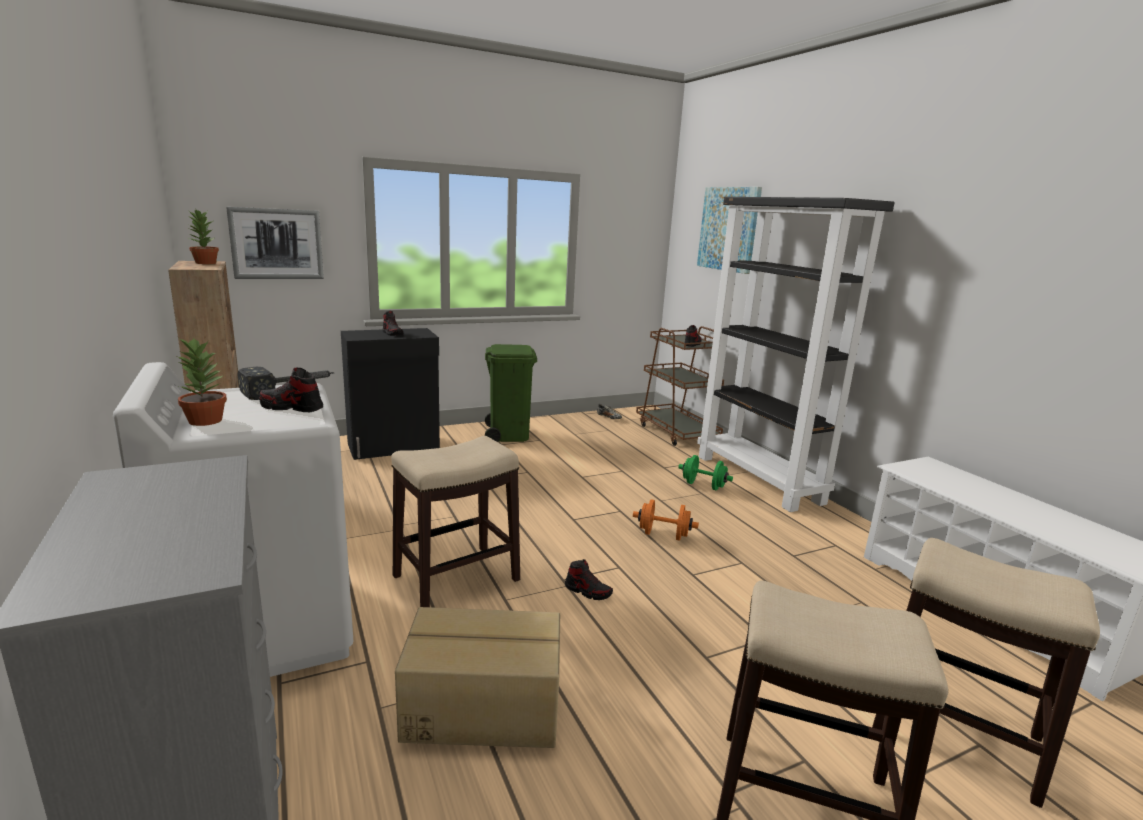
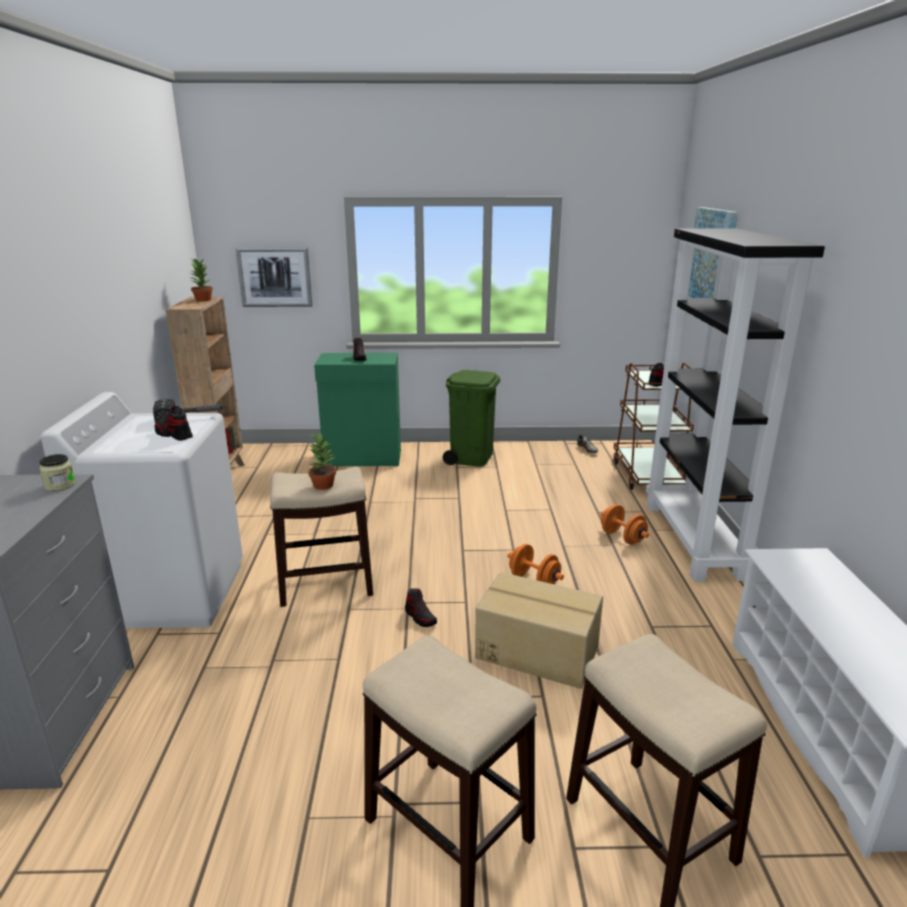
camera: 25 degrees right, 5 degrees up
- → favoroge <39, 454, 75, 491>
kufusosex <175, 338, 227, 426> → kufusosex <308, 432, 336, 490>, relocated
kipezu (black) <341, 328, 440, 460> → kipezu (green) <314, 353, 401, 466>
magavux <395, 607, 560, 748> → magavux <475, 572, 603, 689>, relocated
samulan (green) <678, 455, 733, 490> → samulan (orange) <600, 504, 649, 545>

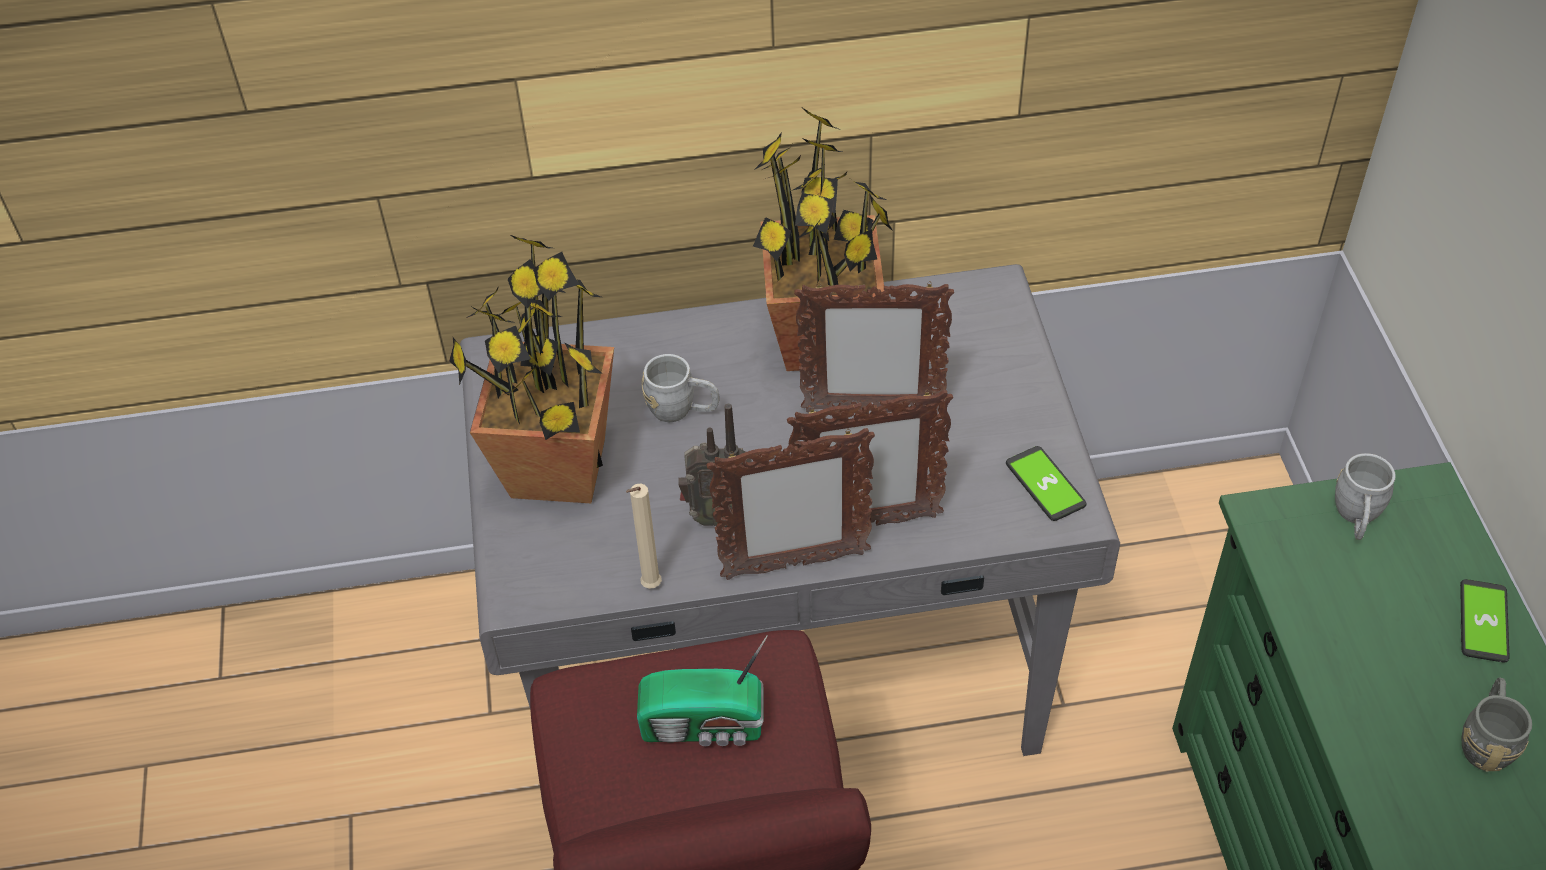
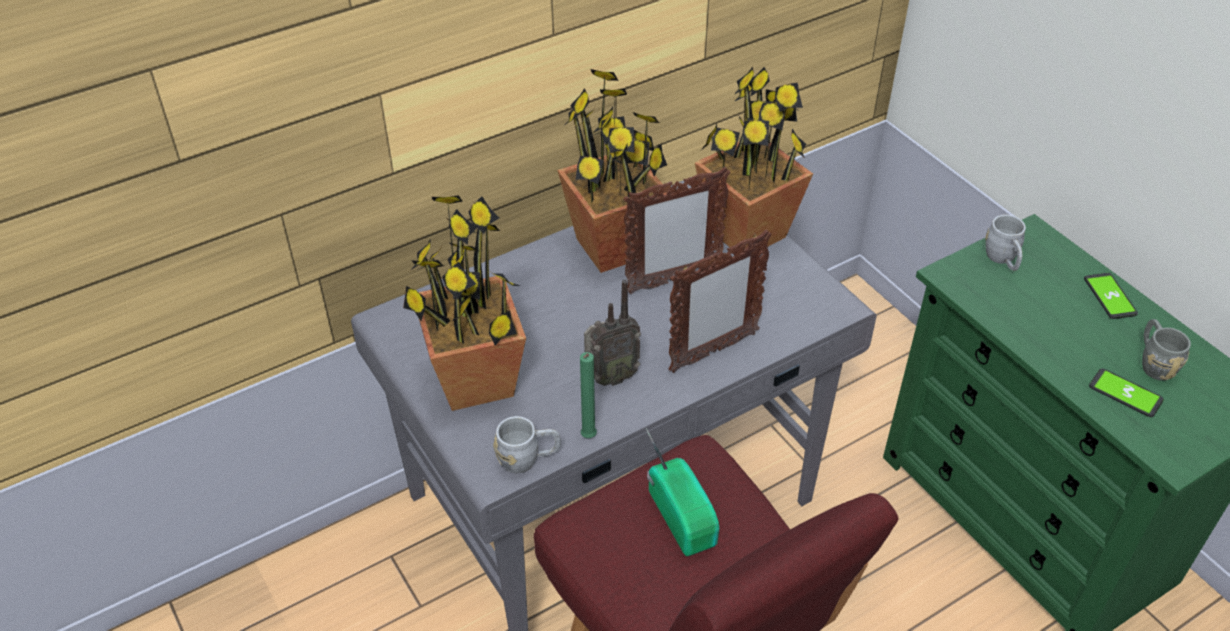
camera: 25 degrees left, 5 degrees down
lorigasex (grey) <641, 354, 719, 422> → lorigasex (grey) <493, 416, 561, 473>, relocated
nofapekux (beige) <626, 484, 662, 589> → nofapekux (green) <580, 352, 597, 438>
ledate <637, 635, 768, 746> → ledate <646, 428, 719, 556>, 90 degrees counterclockwise
- → kufusosex <695, 67, 813, 248>
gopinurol <1006, 446, 1087, 521> → gopinurol <1089, 368, 1164, 417>, relocated
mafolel <707, 428, 875, 580> → -

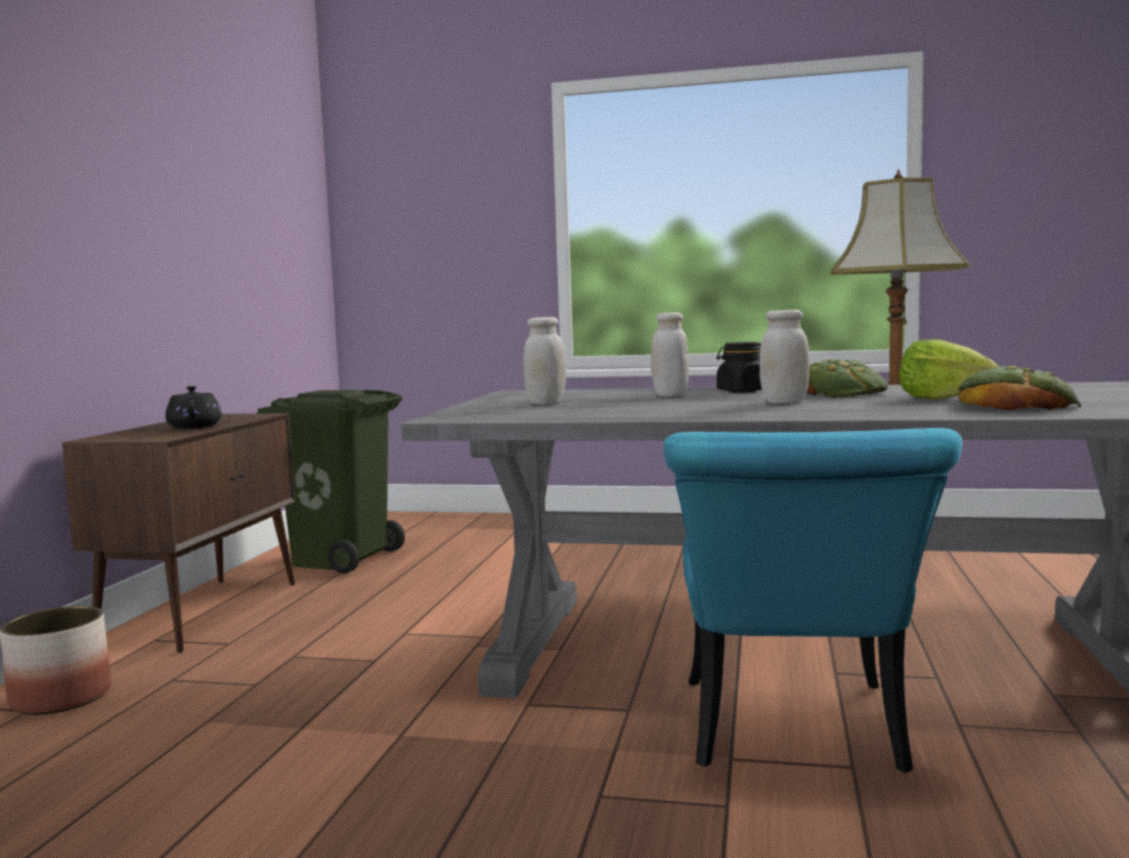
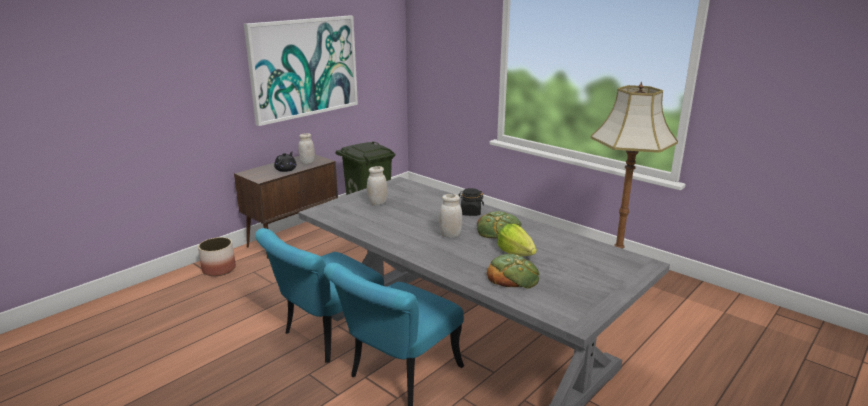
camera: 30 degrees right, 15 degrees up
- → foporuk <244, 15, 358, 126>
- → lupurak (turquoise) <255, 228, 384, 362>
favoroge (white) <651, 312, 689, 396> → favoroge (white) <298, 133, 315, 164>, relocated

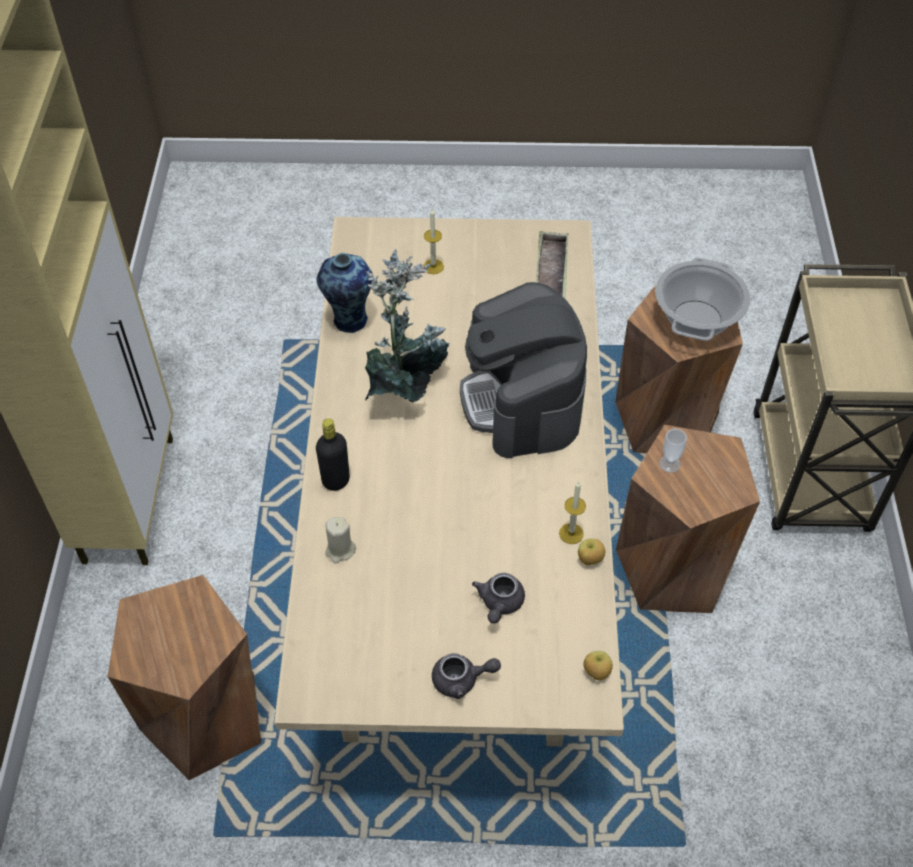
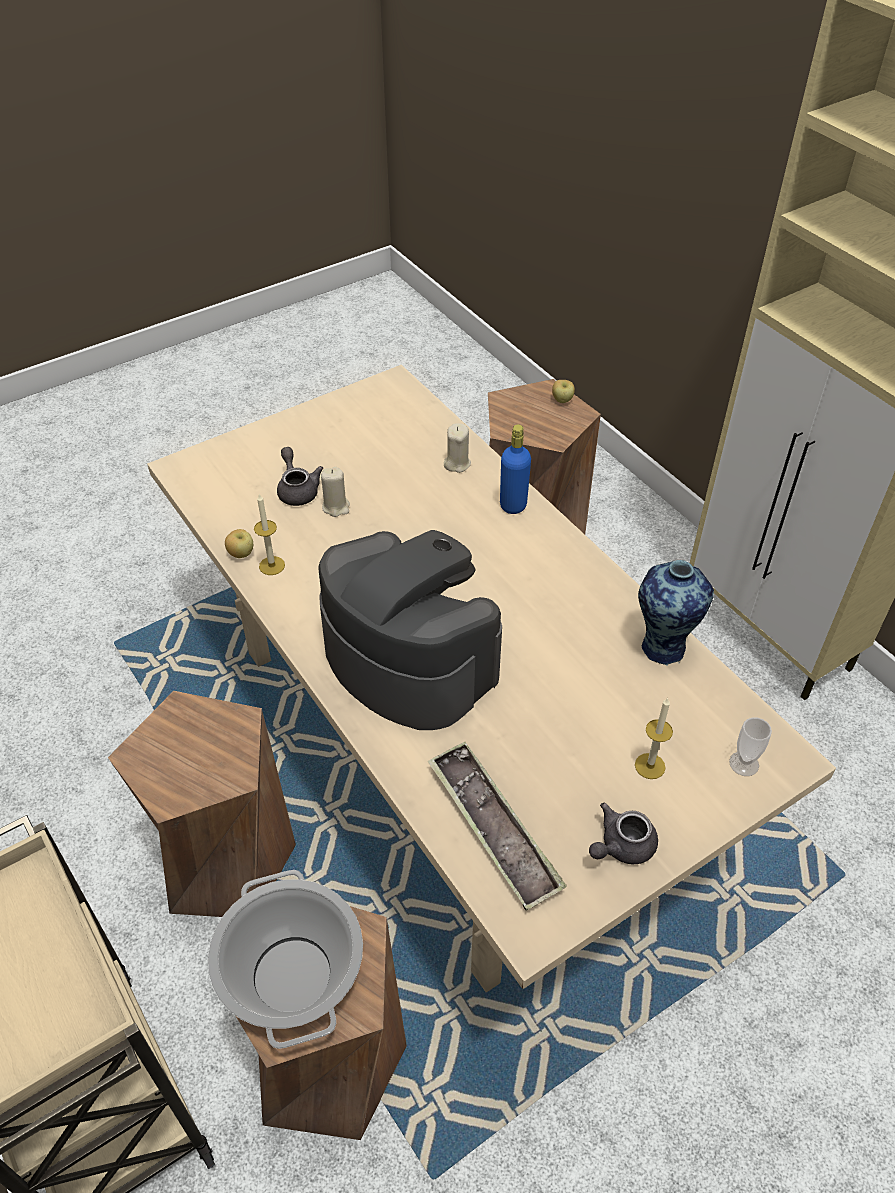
camera: 145 degrees right, 5 degrees down
- → nofapekux (beige) <321, 467, 350, 517>
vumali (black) <316, 418, 350, 491> → vumali (blue) <500, 424, 531, 514>
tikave <583, 651, 613, 680> → tikave <552, 380, 575, 403>, relocated
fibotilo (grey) <432, 653, 501, 699> → fibotilo (grey) <589, 803, 658, 864>, relocated
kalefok <659, 429, 687, 473> → kalefok <729, 717, 772, 776>, relocated
kufusosex <365, 249, 449, 403> → -

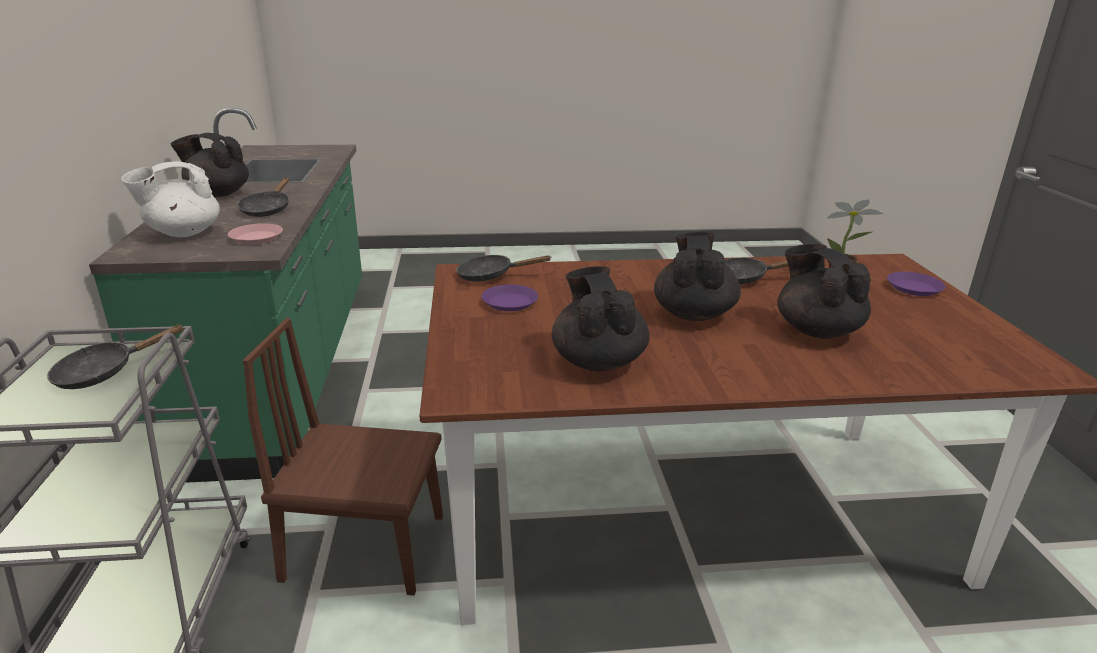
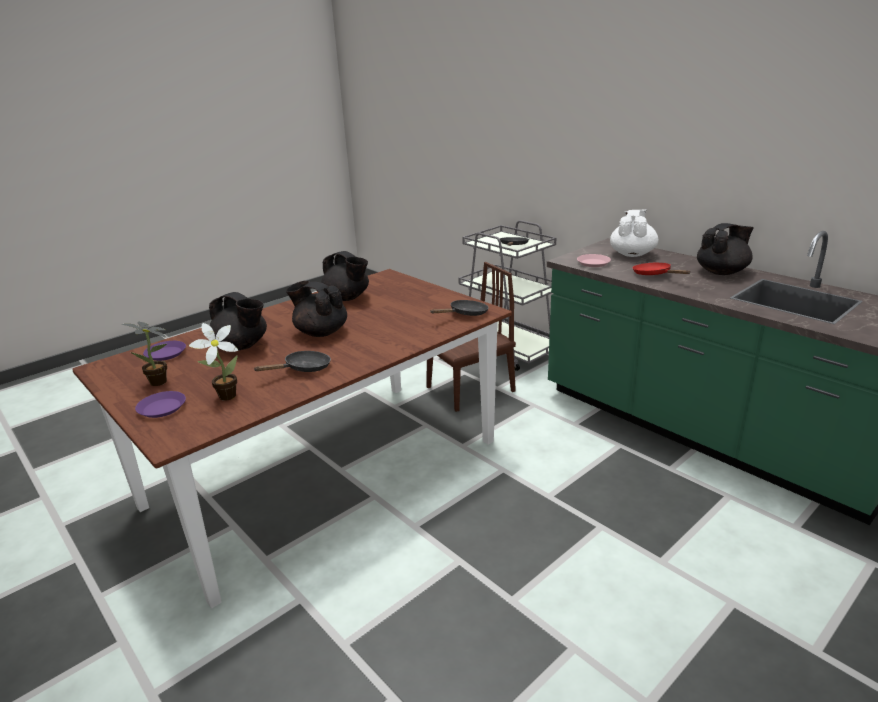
camera: 145 degrees right, 0 degrees up
- → kufusosex <122, 321, 167, 386>
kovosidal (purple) <481, 284, 538, 311> → kovosidal (purple) <143, 341, 186, 361>, relocated
fibotilo (black) <654, 232, 741, 321> → fibotilo (black) <286, 281, 347, 337>, 150 degrees clockwise
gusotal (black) <238, 177, 289, 217> → gusotal (red) <632, 262, 690, 275>

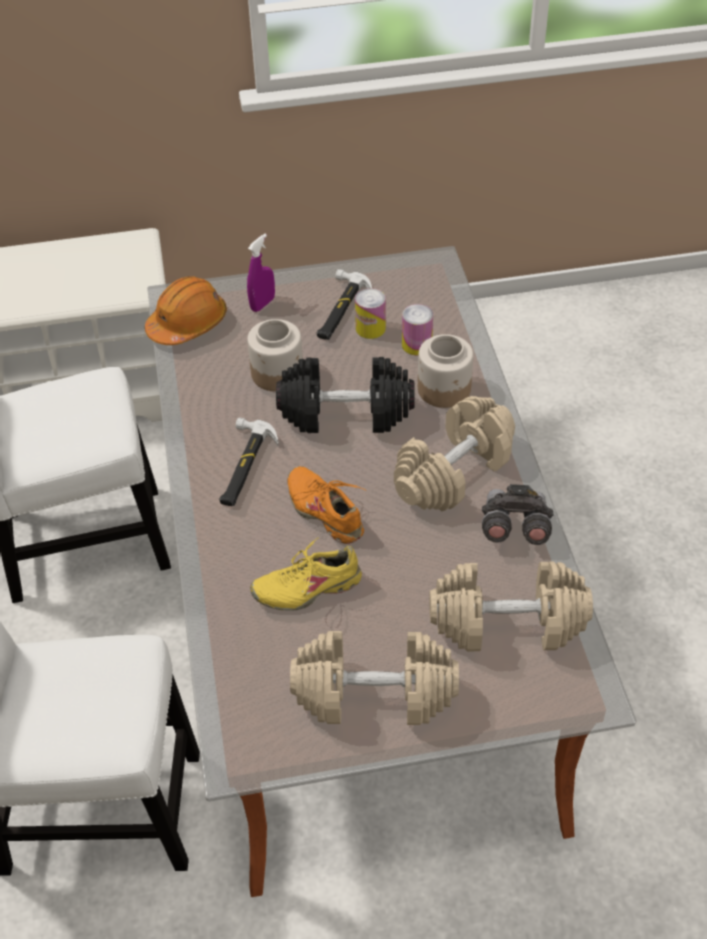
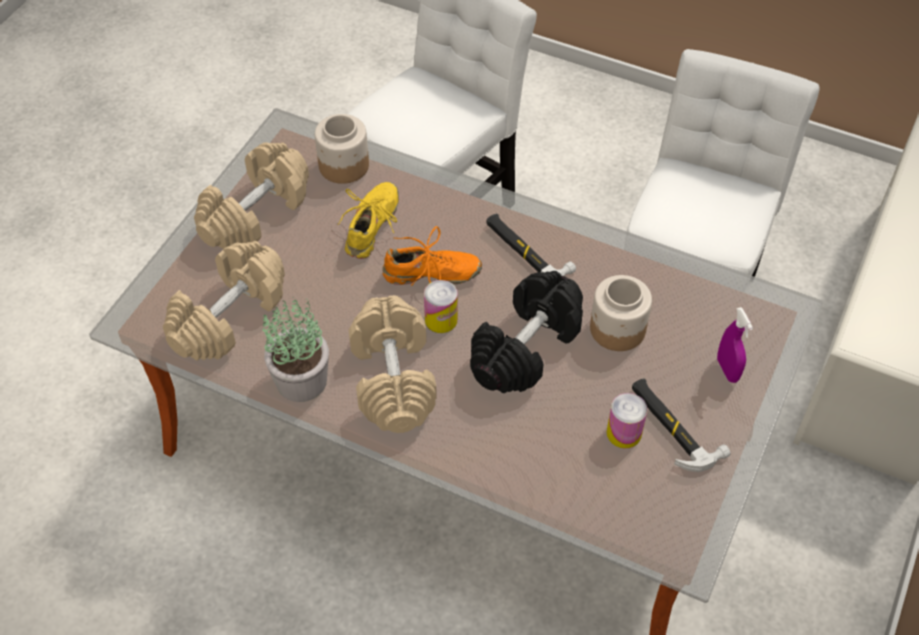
camera: 125 degrees right, 5 degrees up
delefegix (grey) <482, 484, 554, 545> → kufusosex <262, 297, 329, 402>
favoroge <418, 334, 473, 408> → favoroge <315, 114, 369, 184>, relocated
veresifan <402, 304, 433, 355> → veresifan <424, 280, 458, 333>, relocated
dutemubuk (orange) <145, 276, 227, 345> → -

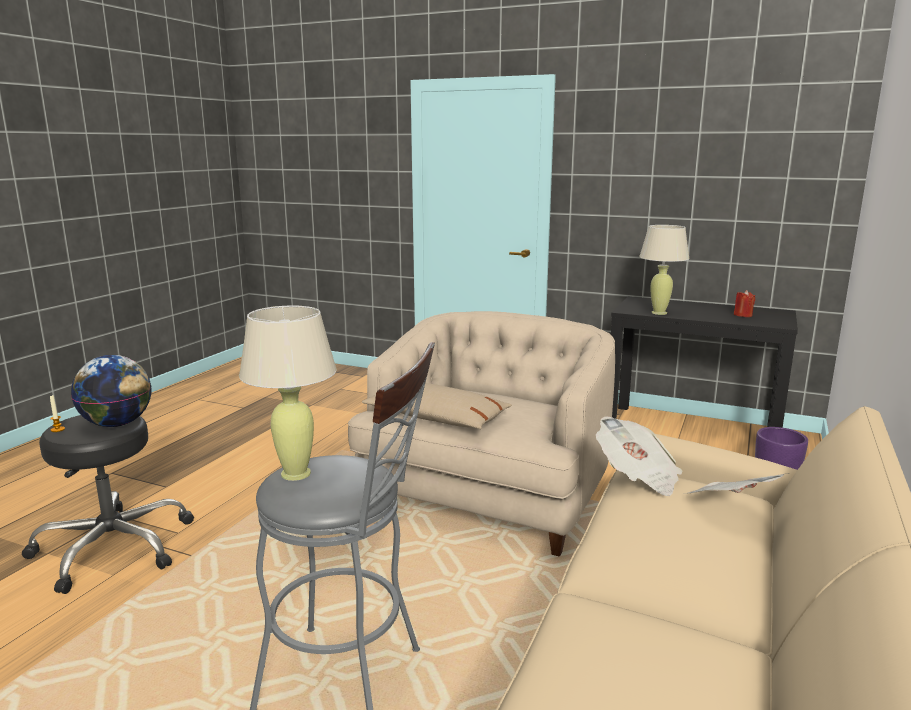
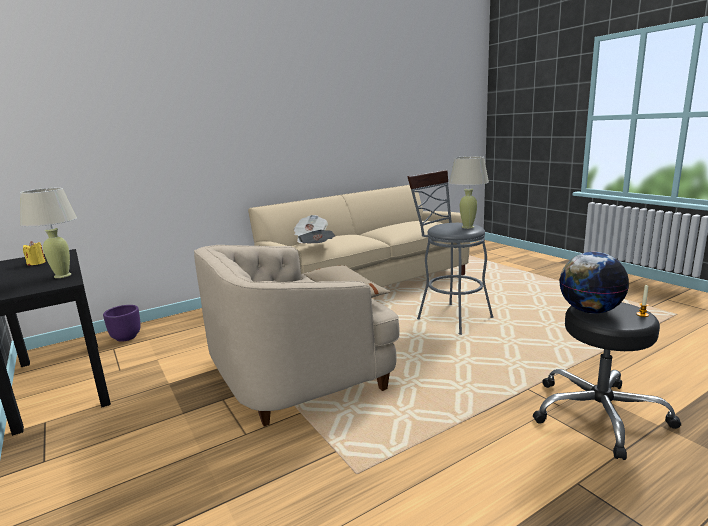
camera: 145 degrees left, 0 degrees up
nofapekux (red) <734, 290, 755, 317> → nofapekux (yellow) <23, 241, 46, 265>

